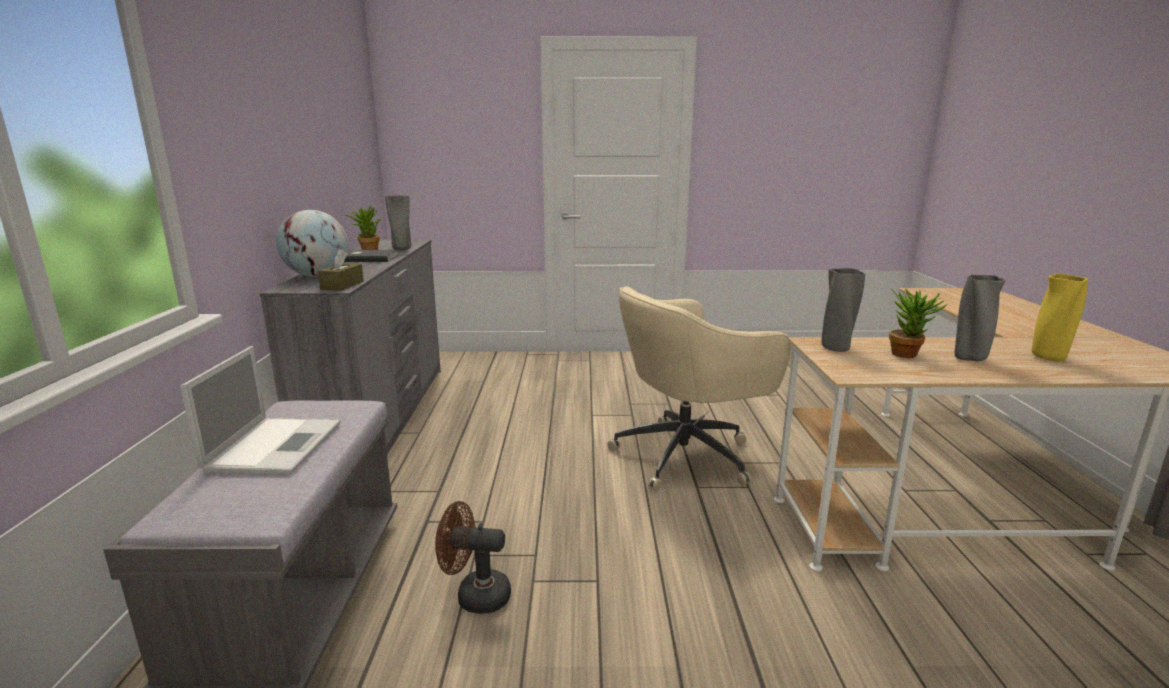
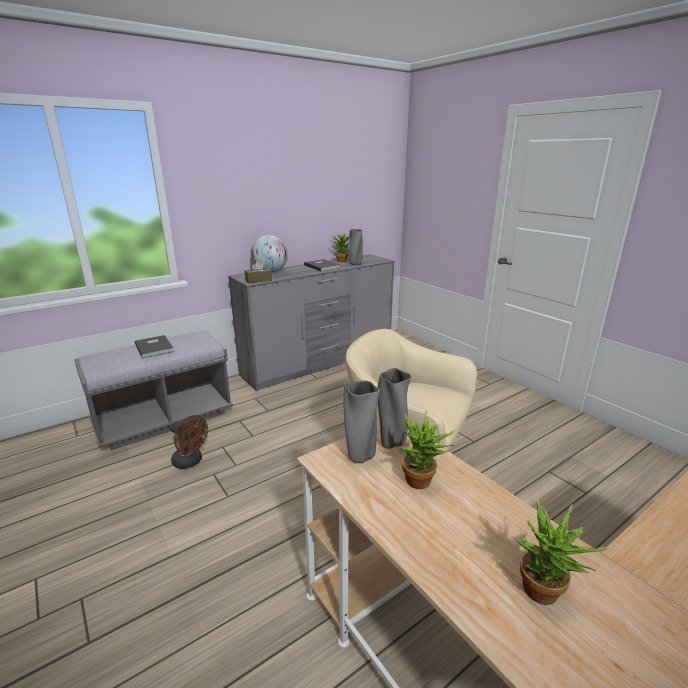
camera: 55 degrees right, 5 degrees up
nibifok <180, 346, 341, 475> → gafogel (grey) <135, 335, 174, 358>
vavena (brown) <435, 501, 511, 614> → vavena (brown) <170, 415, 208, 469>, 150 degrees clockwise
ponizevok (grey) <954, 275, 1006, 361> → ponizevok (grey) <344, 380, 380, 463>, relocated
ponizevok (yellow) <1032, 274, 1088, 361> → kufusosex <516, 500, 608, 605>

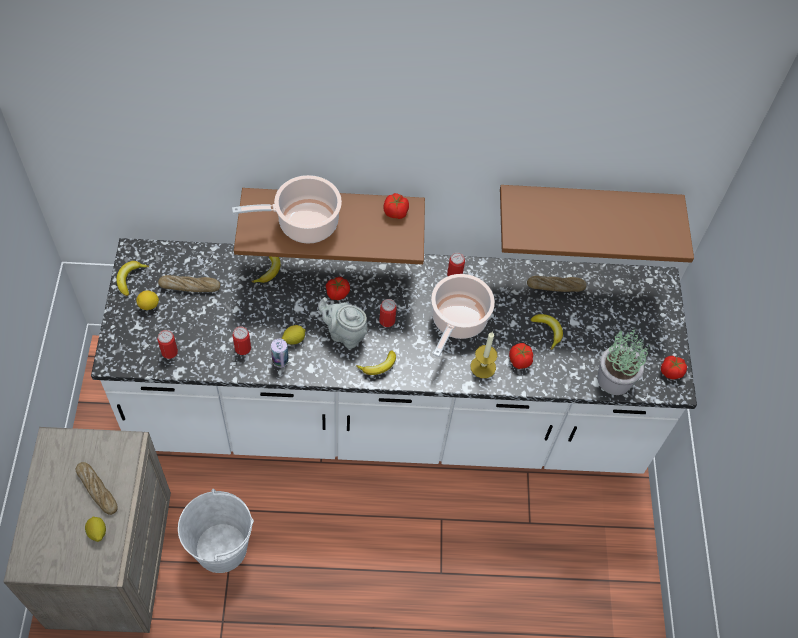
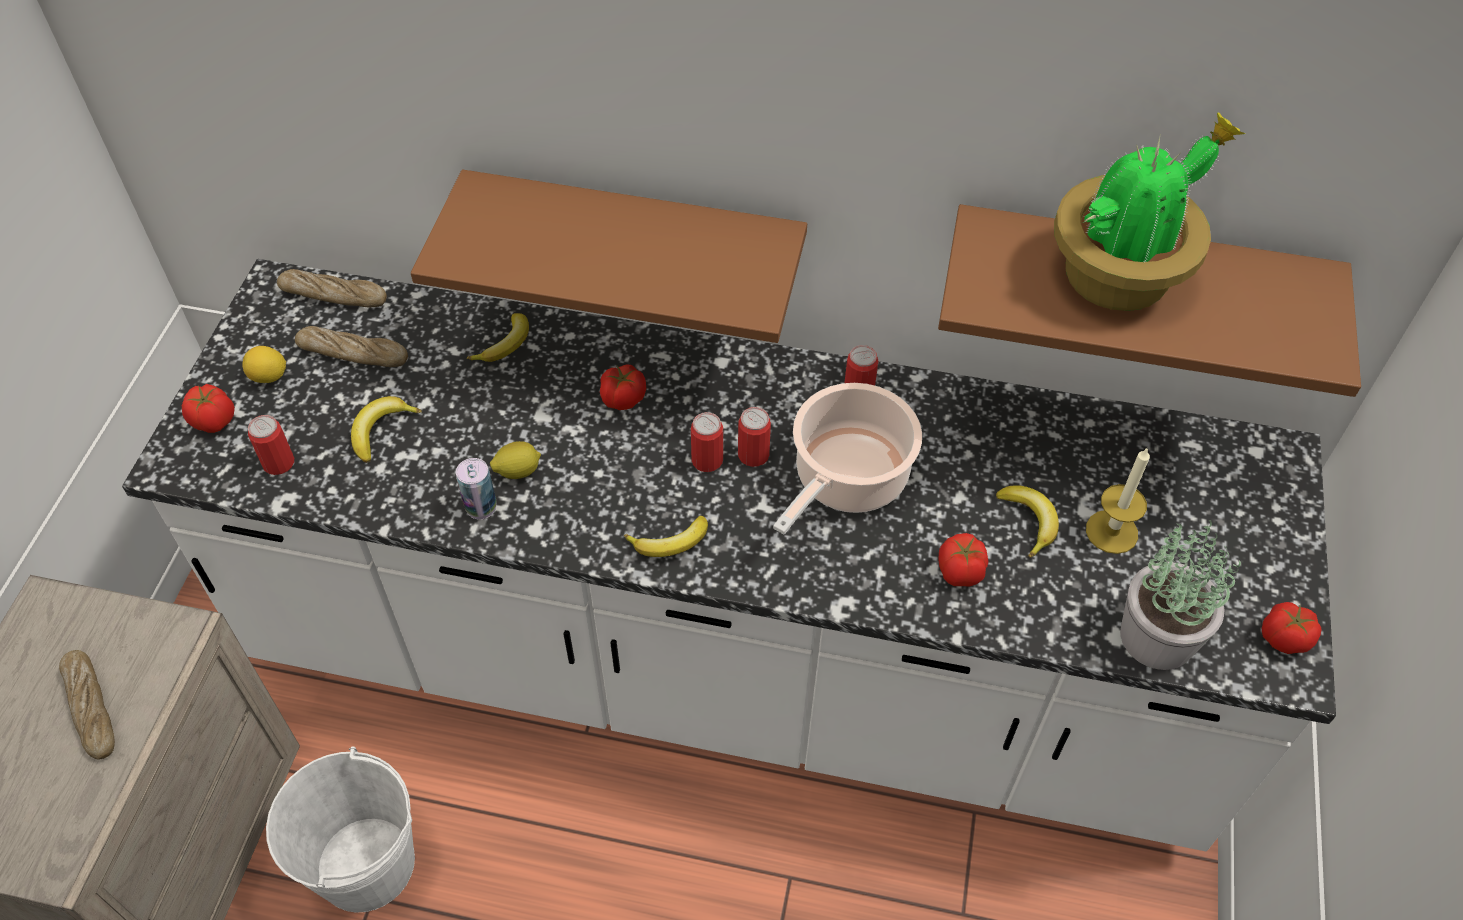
camera: 15 degrees right, 5 degrees down
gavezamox <384, 193, 409, 219> → gavezamox <182, 384, 235, 433>, relocated
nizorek <527, 276, 586, 292> → nizorek <277, 269, 387, 307>, relocated
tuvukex <117, 261, 149, 296> → tuvukex <351, 396, 422, 463>, relocated
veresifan <232, 327, 251, 355> → veresifan <738, 407, 771, 467>, relocated
- → kufusosex <1054, 112, 1245, 311>
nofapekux <471, 332, 497, 378> → nofapekux <1086, 447, 1150, 554>, relocated
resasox <85, 516, 106, 542> → -
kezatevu <232, 175, 342, 243> → -
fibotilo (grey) <318, 297, 367, 349> → -

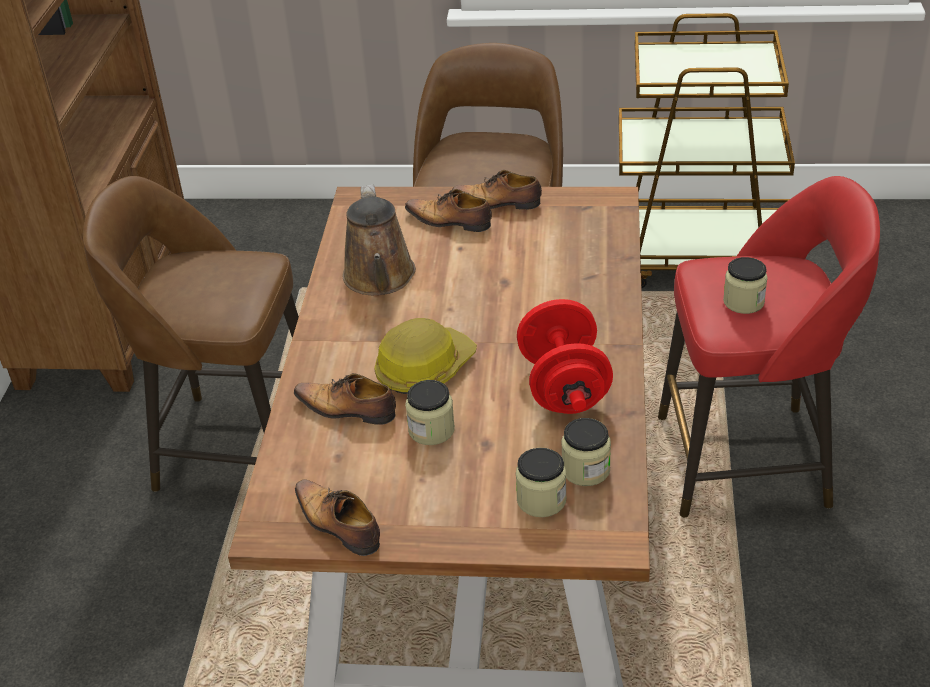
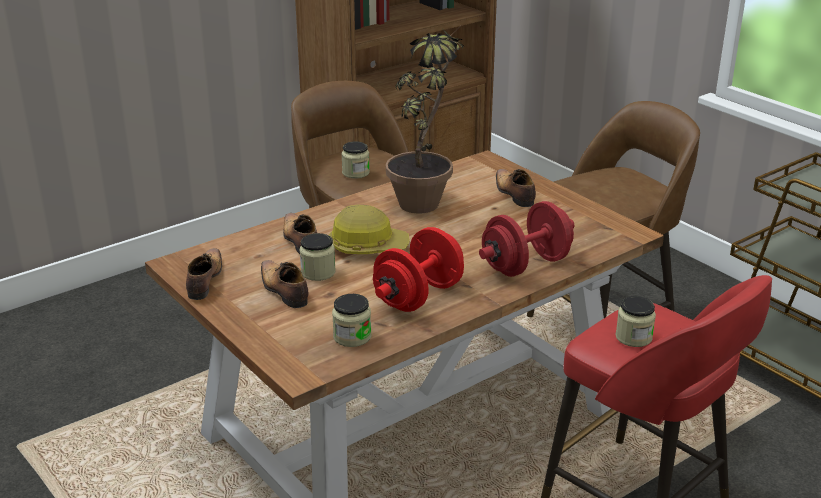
camera: 45 degrees right, 10 degrees down
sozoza <452, 170, 542, 210> → sozoza <261, 260, 308, 308>, relocated
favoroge <516, 448, 567, 517> → favoroge <341, 141, 370, 179>, relocated
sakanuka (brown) <343, 185, 416, 295> → kufusosex <386, 28, 465, 214>
- → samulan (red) <479, 201, 574, 277>

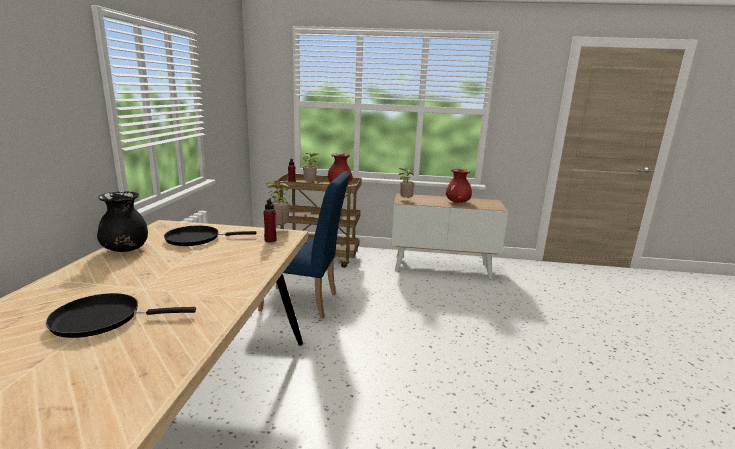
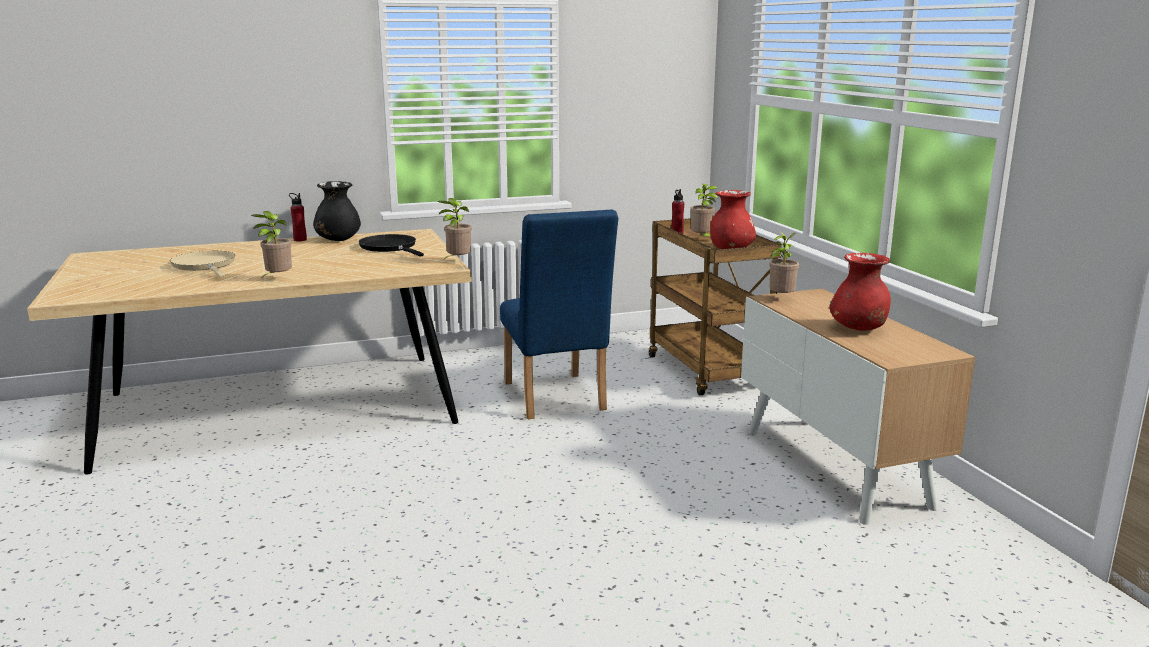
camera: 65 degrees right, 0 degrees up
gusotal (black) <46, 293, 196, 338> → gusotal (beige) <170, 251, 235, 278>
- → kufusosex <251, 211, 292, 277>
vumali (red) <263, 198, 277, 242> → vumali (red) <289, 193, 307, 241>, relocated

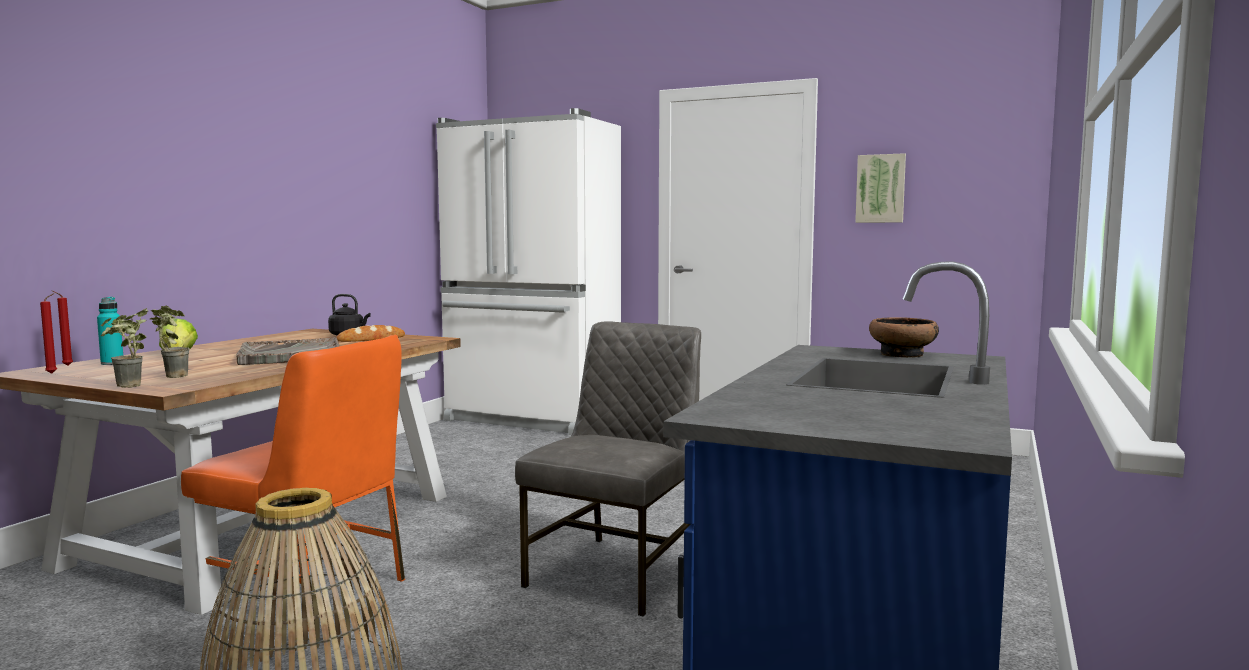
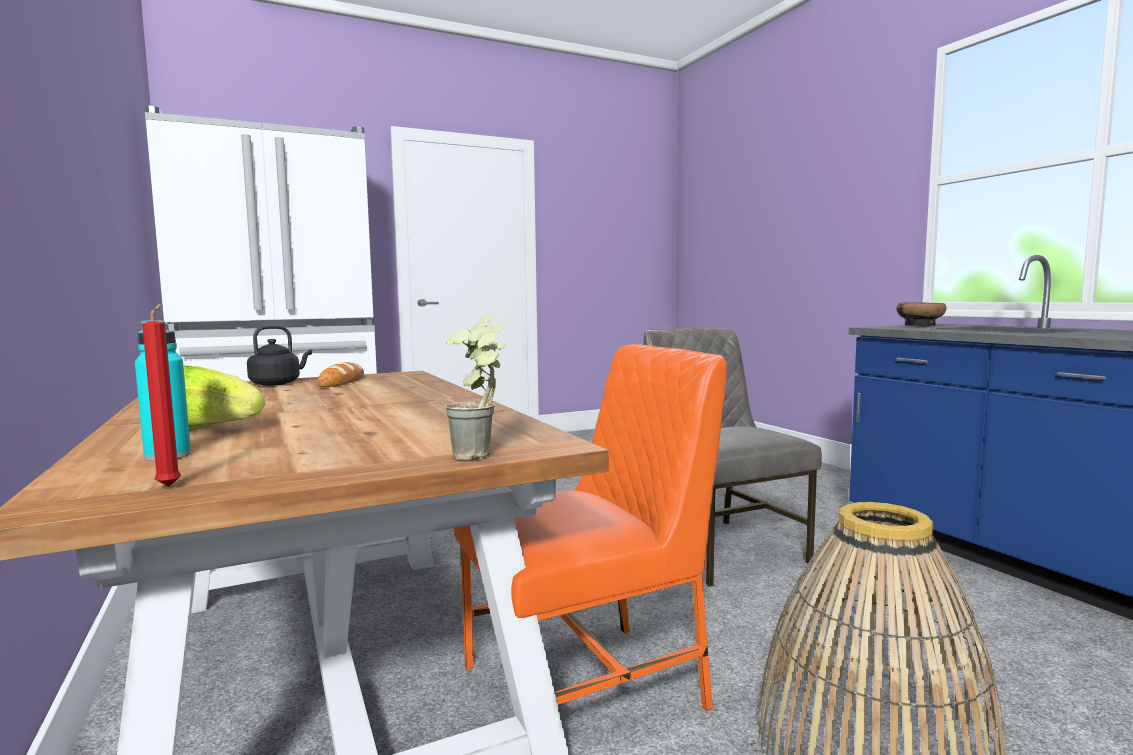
camera: 50 degrees left, 0 degrees up
nofapekux (red) <53, 291, 73, 366> → -
kufusosex <150, 306, 190, 378> → -
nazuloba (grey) <236, 337, 340, 365> → -
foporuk <855, 153, 906, 223> → -

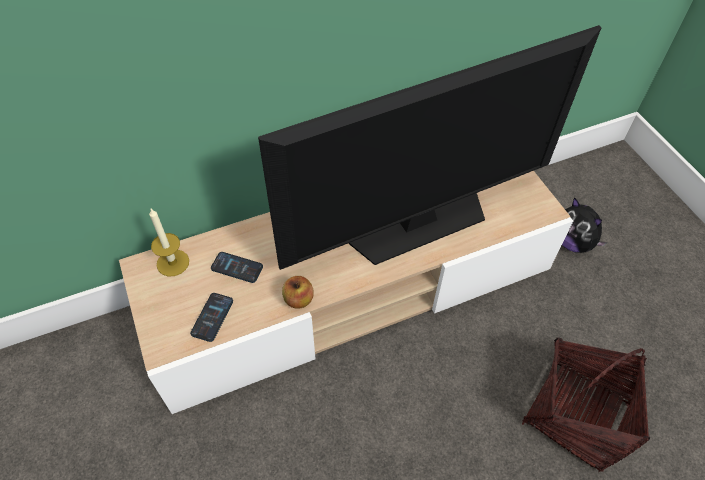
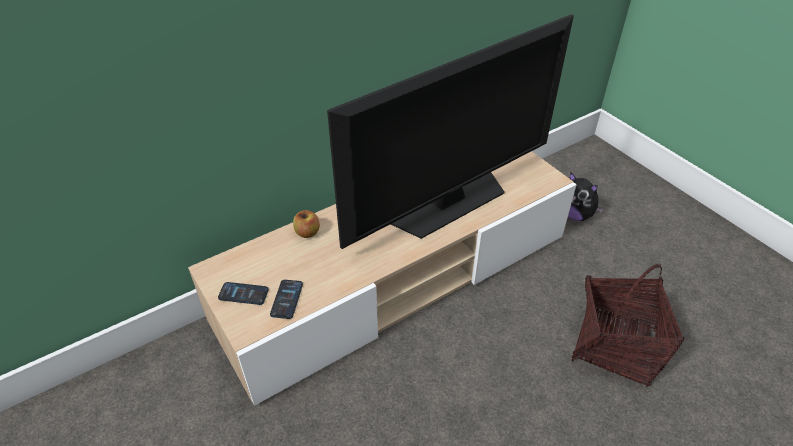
camera: 10 degrees left, 10 degrees down
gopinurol <211, 252, 263, 283> → gopinurol <218, 282, 269, 305>, relocated
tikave <282, 276, 313, 309> → tikave <293, 210, 320, 238>, relocated
nofapekux <149, 209, 189, 277> → -

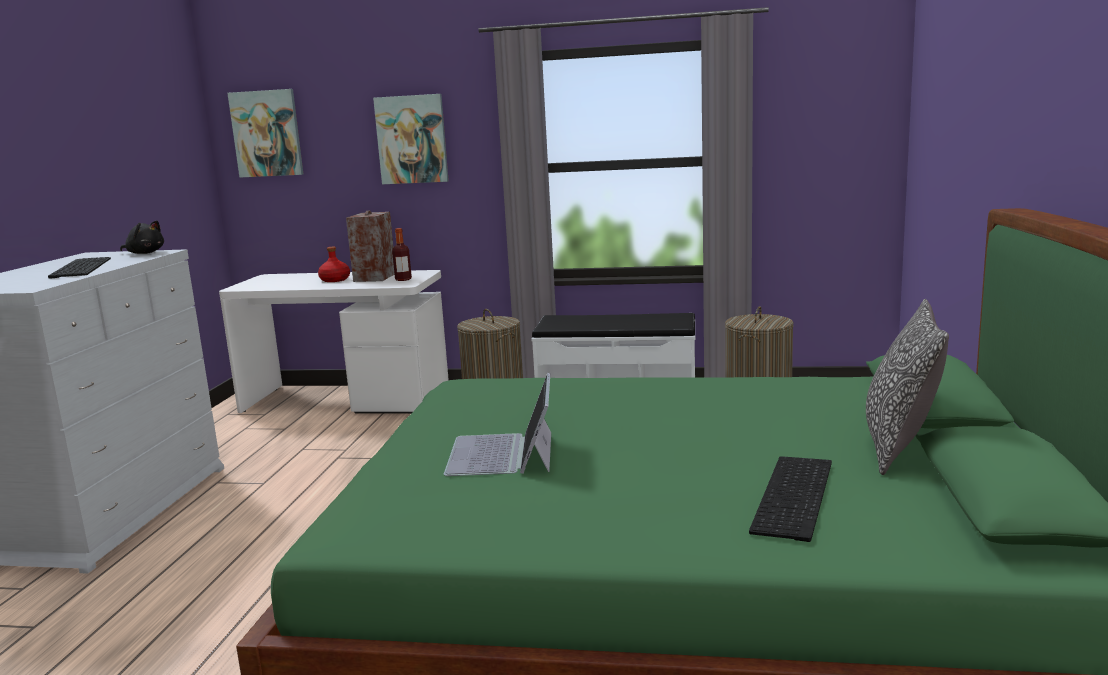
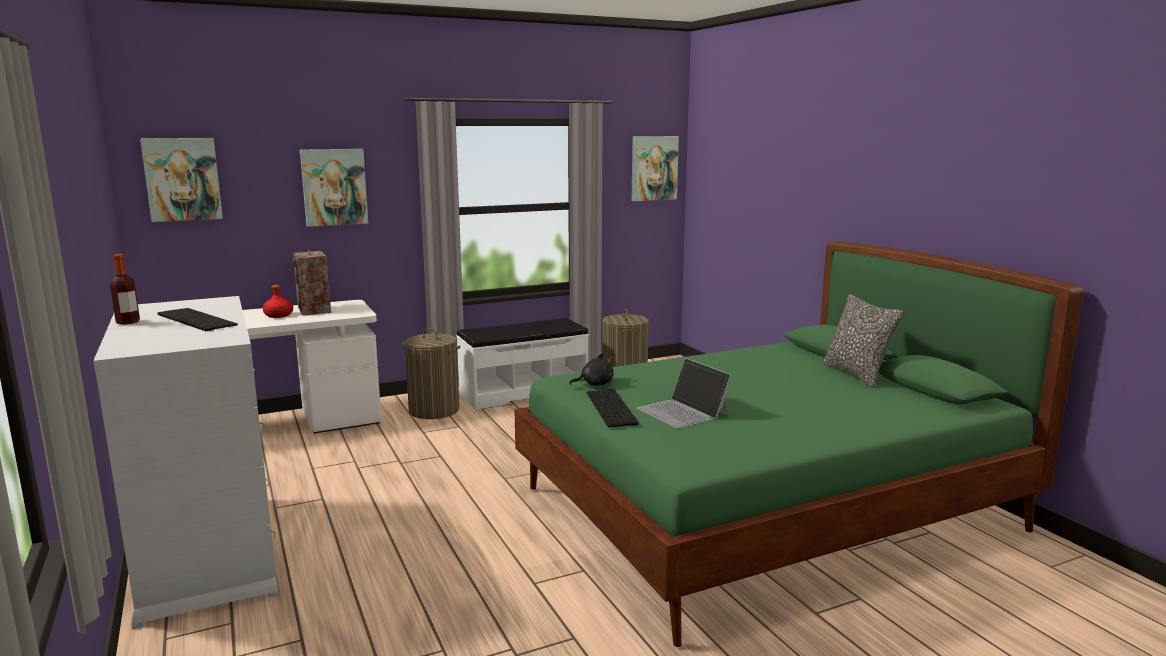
camera: 35 degrees left, 0 degrees up
vumali <392, 228, 412, 281> → vumali <110, 254, 140, 325>, relocated
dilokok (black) <120, 220, 164, 254> → dilokok (black) <569, 354, 614, 386>, relocated
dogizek <749, 456, 832, 542> → dogizek <587, 389, 639, 427>, relocated
- → foporuk <632, 136, 679, 201>

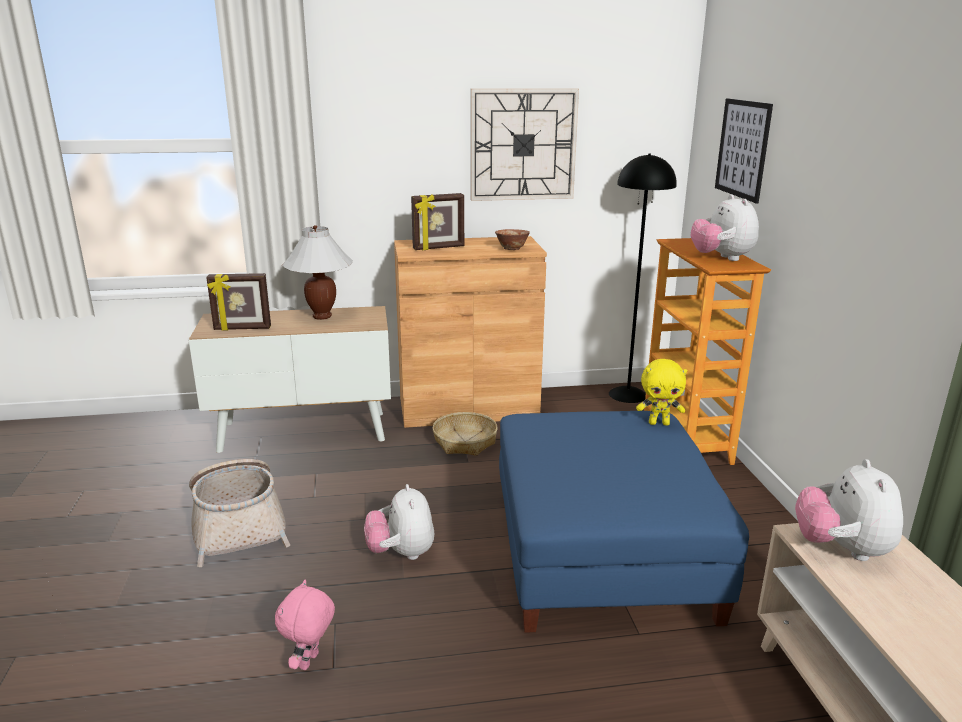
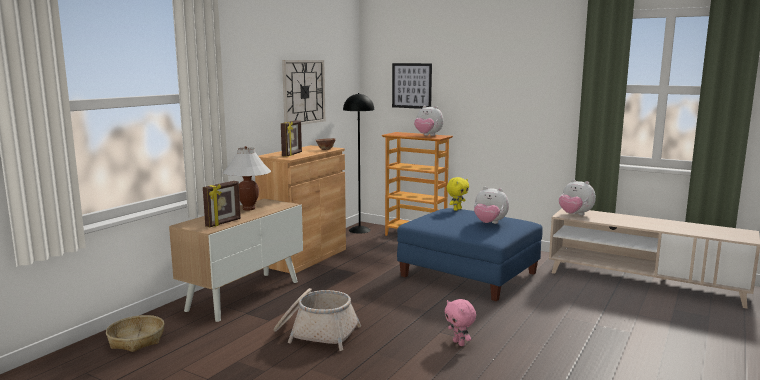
camera: 50 degrees left, 10 degrees down
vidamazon <432, 412, 497, 456> → vidamazon <106, 315, 164, 352>, relocated
dilokok <364, 484, 434, 560> → dilokok <474, 187, 509, 224>, relocated

